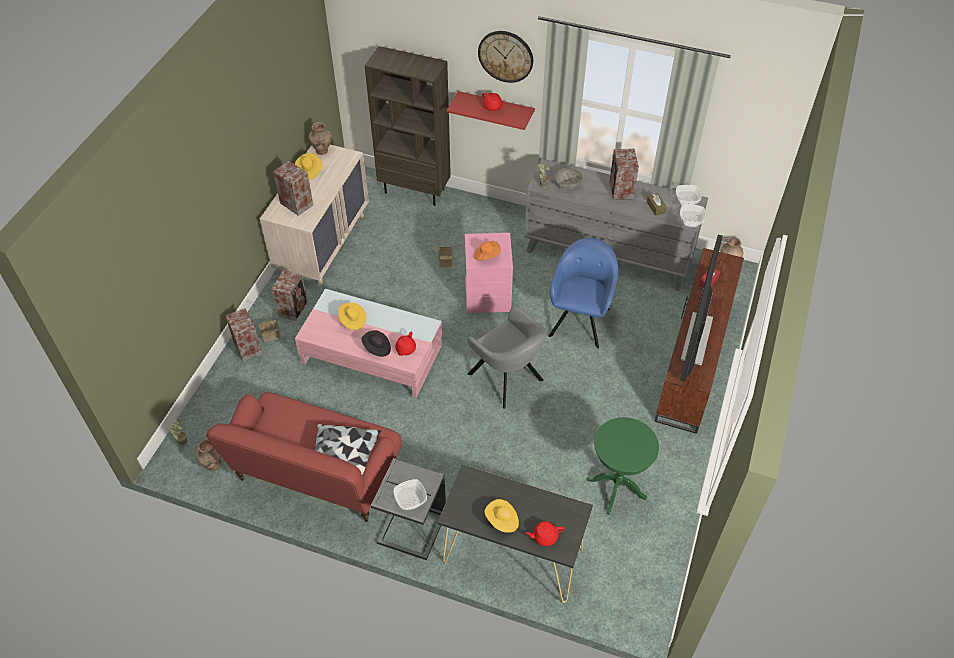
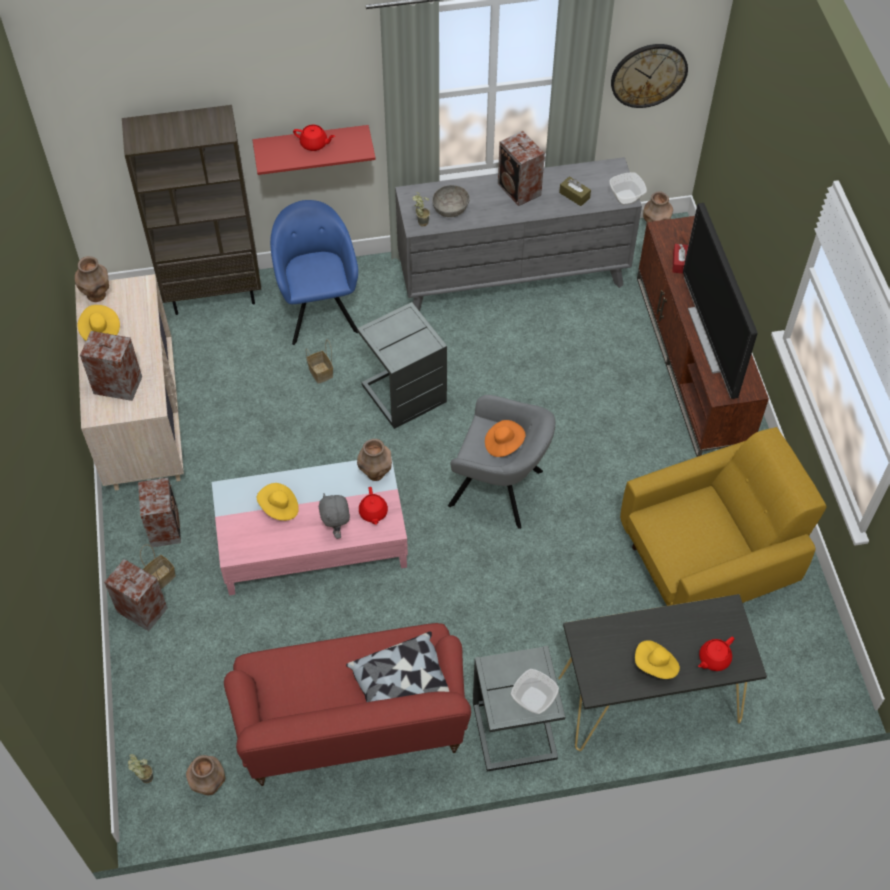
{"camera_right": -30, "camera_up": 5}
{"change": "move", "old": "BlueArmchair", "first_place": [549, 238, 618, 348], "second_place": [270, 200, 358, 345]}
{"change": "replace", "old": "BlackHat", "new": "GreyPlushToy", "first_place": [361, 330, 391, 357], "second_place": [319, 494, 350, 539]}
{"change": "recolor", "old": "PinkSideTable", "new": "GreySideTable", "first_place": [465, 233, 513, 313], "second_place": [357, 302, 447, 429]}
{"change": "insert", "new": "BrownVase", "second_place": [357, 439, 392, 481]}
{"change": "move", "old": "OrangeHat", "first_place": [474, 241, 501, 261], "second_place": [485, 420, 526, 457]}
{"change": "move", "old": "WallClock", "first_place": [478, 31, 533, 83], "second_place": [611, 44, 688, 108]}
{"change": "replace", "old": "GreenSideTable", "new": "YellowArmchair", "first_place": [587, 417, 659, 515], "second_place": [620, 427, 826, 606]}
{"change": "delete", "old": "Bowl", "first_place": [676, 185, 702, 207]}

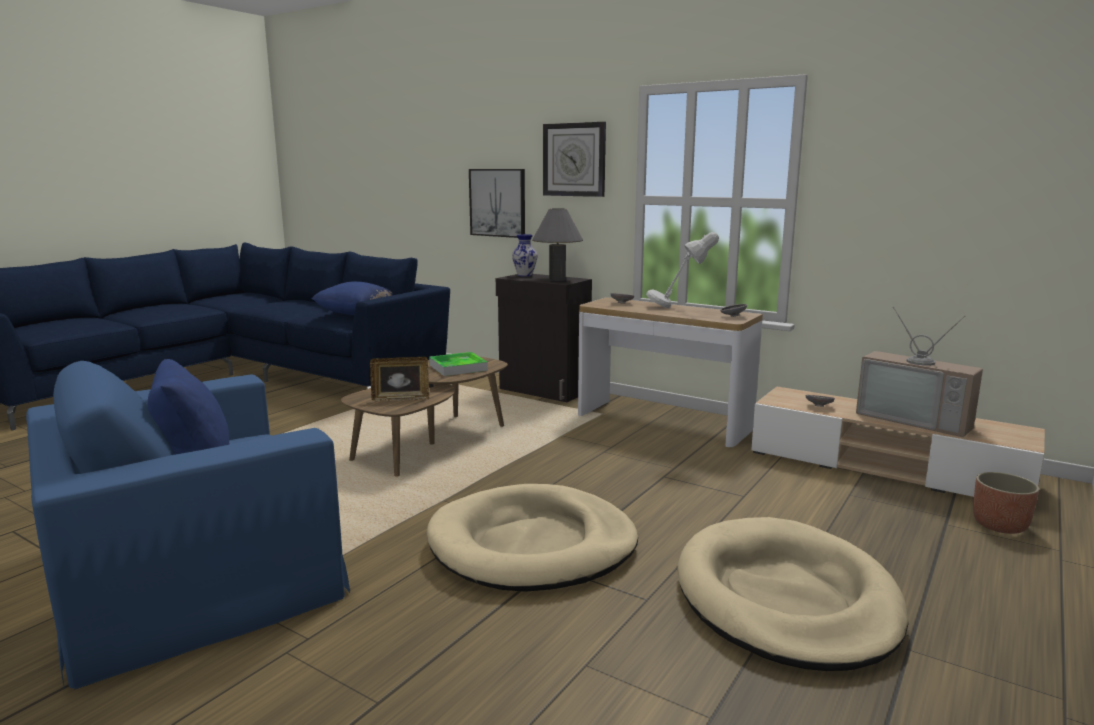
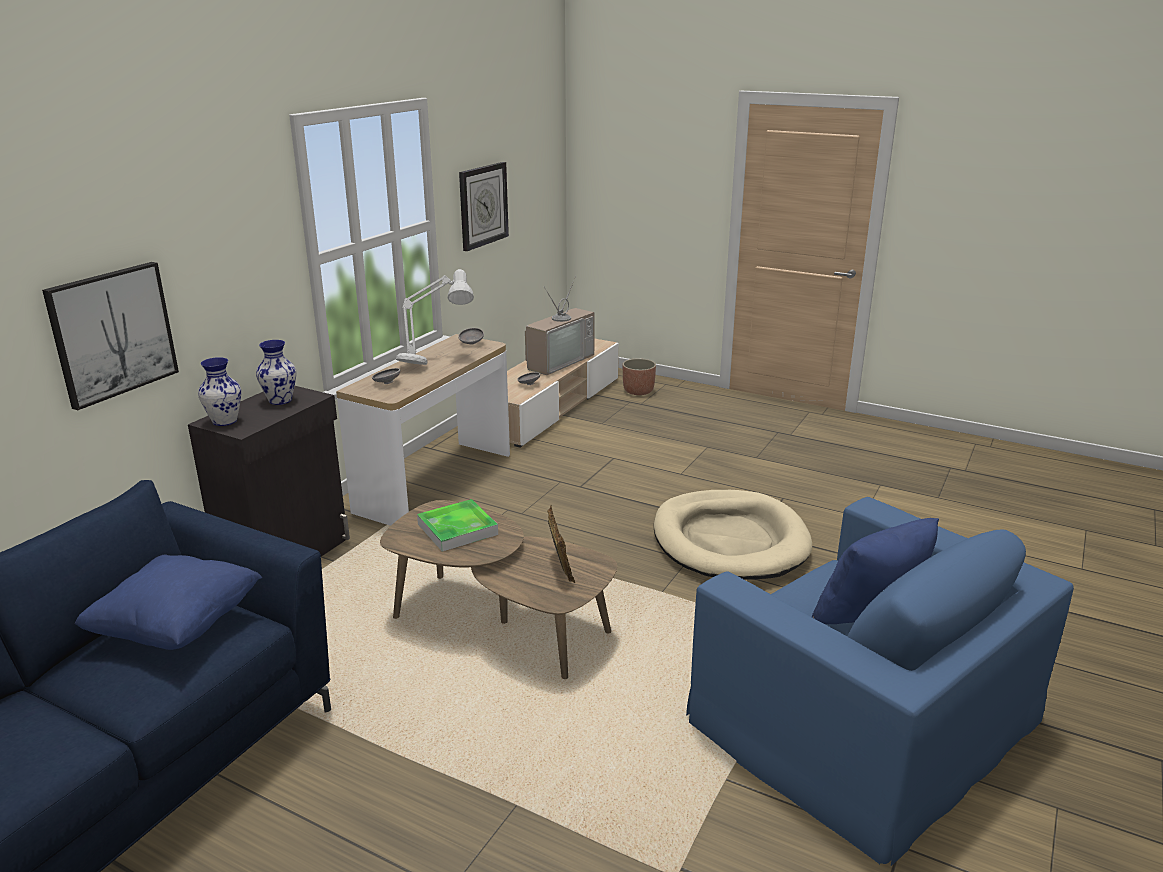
{"camera_right": -95, "camera_up": 10}
{"change": "replace", "old": "GreyTableLamp", "new": "Vase", "first_place": [532, 208, 583, 281], "second_place": [256, 340, 296, 405]}
{"change": "move", "old": "WallClock", "first_place": [543, 122, 606, 197], "second_place": [459, 162, 509, 251]}
{"change": "delete", "old": "BeigeDogBed", "first_place": [677, 517, 909, 671]}

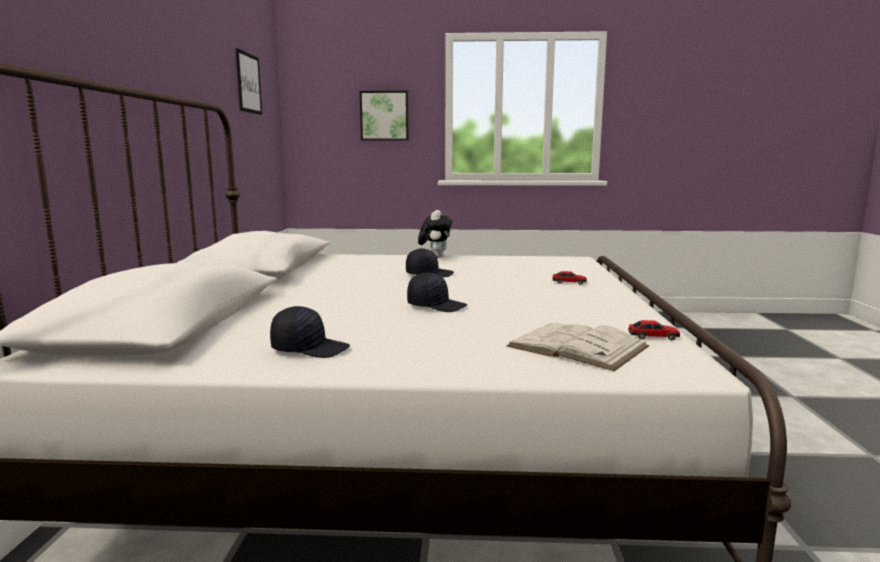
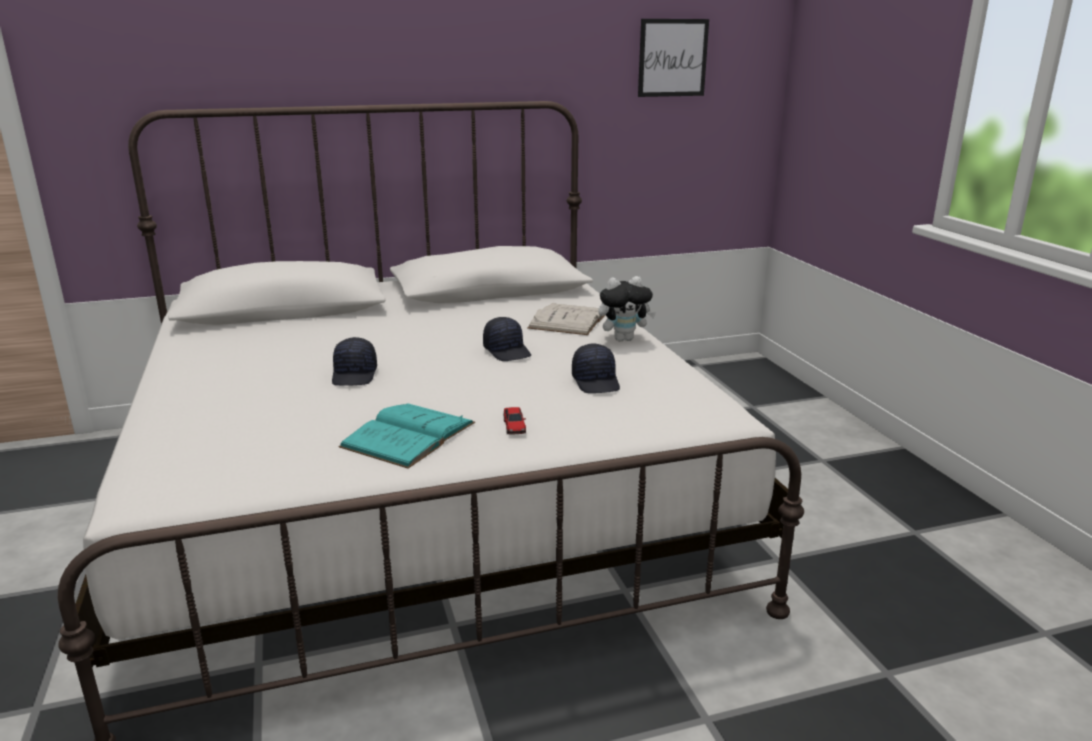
{"camera_right": 70, "camera_up": 10}
{"change": "insert", "new": "TurquoiseBook", "second_place": [339, 403, 475, 468]}
{"change": "move", "old": "WhiteBook", "first_place": [506, 323, 649, 371], "second_place": [528, 303, 605, 335]}
{"change": "move", "old": "BlackCap", "first_place": [270, 306, 350, 358], "second_place": [572, 344, 620, 393]}
{"change": "delete", "old": "Picture", "first_place": [360, 91, 409, 141]}
{"change": "delete", "old": "ToyCar", "first_place": [628, 320, 680, 340]}

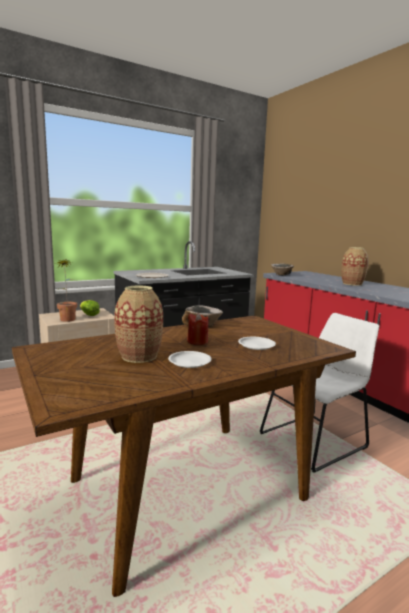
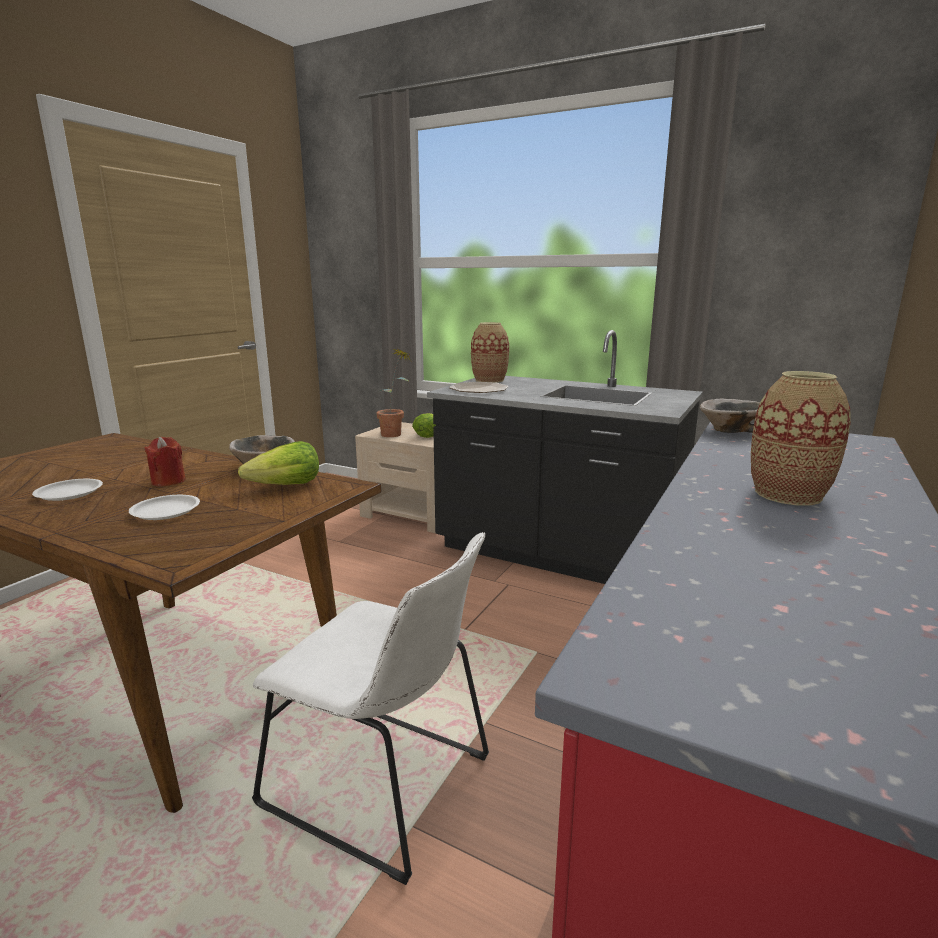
{"camera_right": 60, "camera_up": 5}
{"change": "insert", "new": "Lettuce", "second_place": [238, 441, 319, 485]}
{"change": "move", "old": "Vase", "first_place": [114, 285, 163, 363], "second_place": [471, 322, 509, 383]}

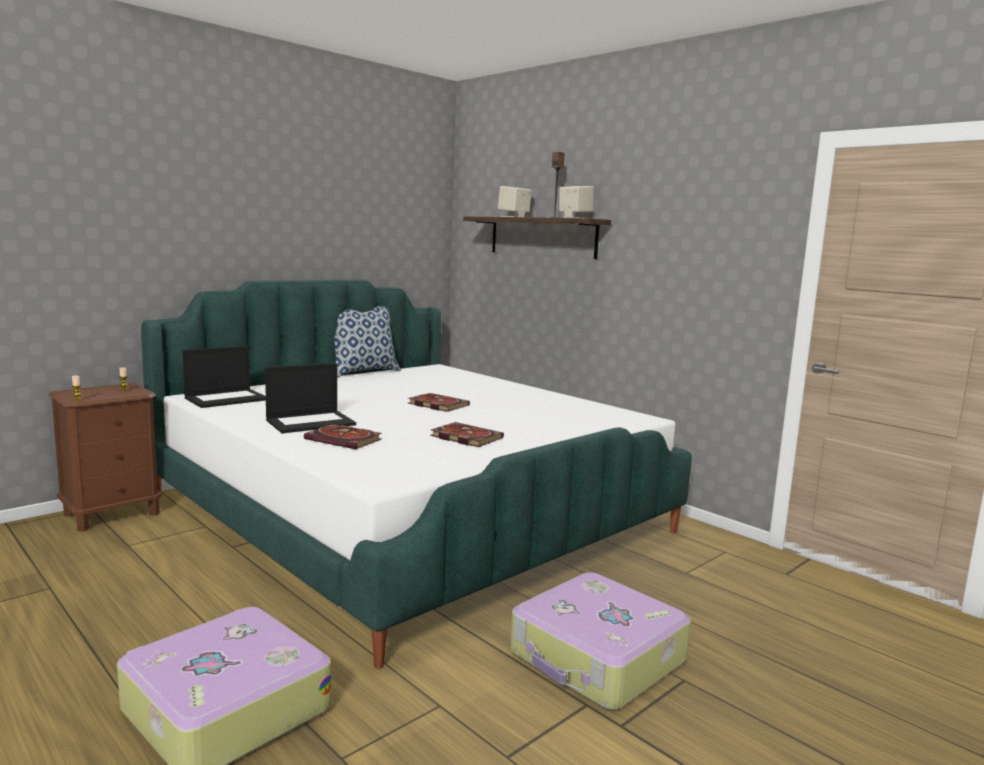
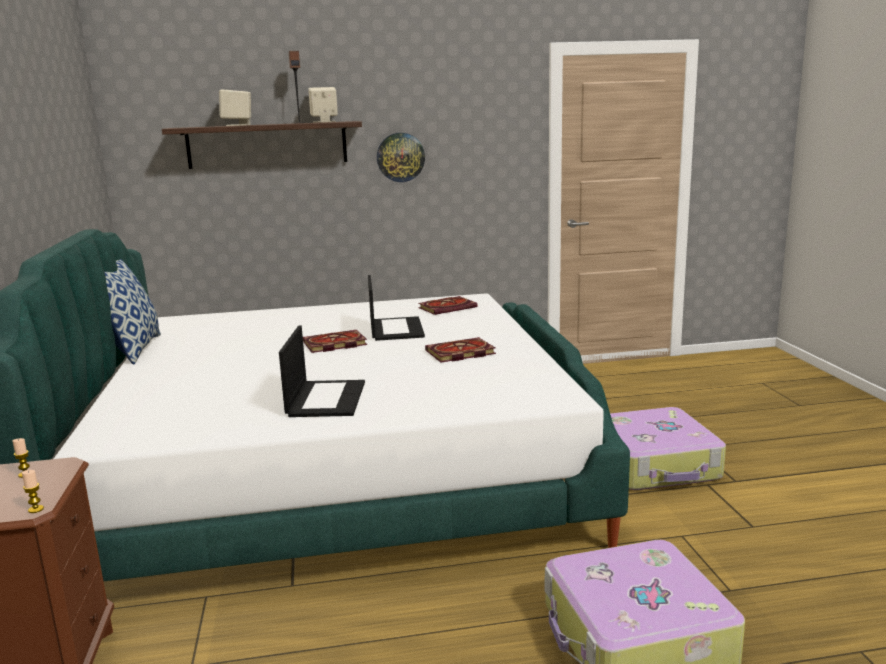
{"camera_right": -55, "camera_up": 5}
{"change": "move", "old": "Laptop", "first_place": [182, 346, 266, 408], "second_place": [368, 275, 425, 341]}
{"change": "insert", "new": "WallClock", "second_place": [377, 133, 425, 182]}
{"change": "move", "old": "Book", "first_place": [304, 424, 382, 449], "second_place": [419, 296, 477, 315]}

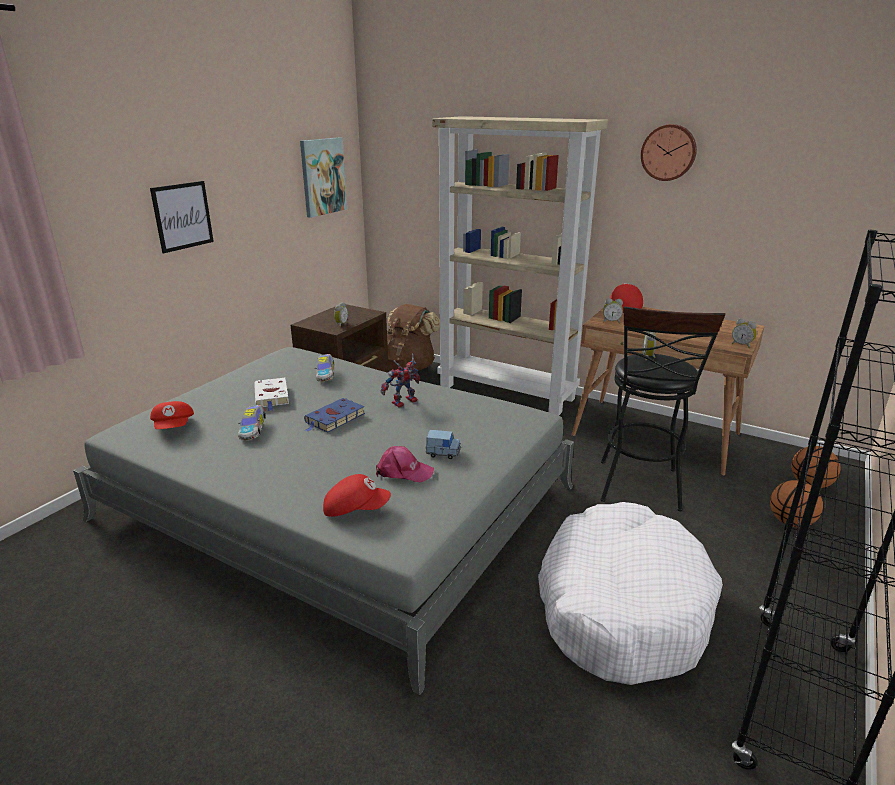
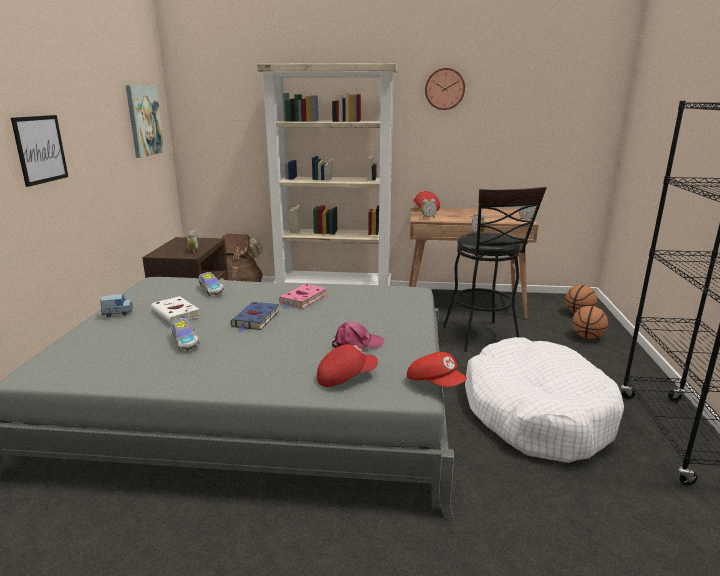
{"camera_right": -25, "camera_up": -5}
{"change": "move", "old": "BlueToyCar", "first_place": [425, 430, 461, 459], "second_place": [100, 294, 133, 317]}
{"change": "replace", "old": "ToyRobot", "new": "PinkBook", "first_place": [380, 354, 420, 408], "second_place": [279, 284, 327, 309]}
{"change": "move", "old": "RedCap", "first_place": [150, 401, 194, 429], "second_place": [407, 352, 467, 387]}

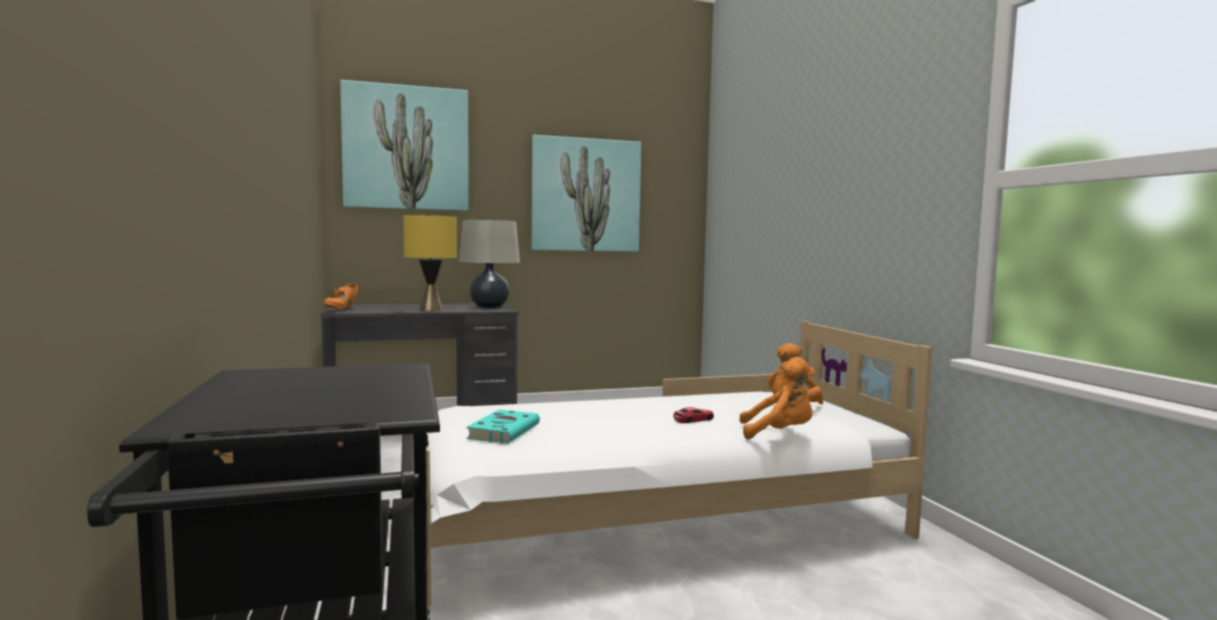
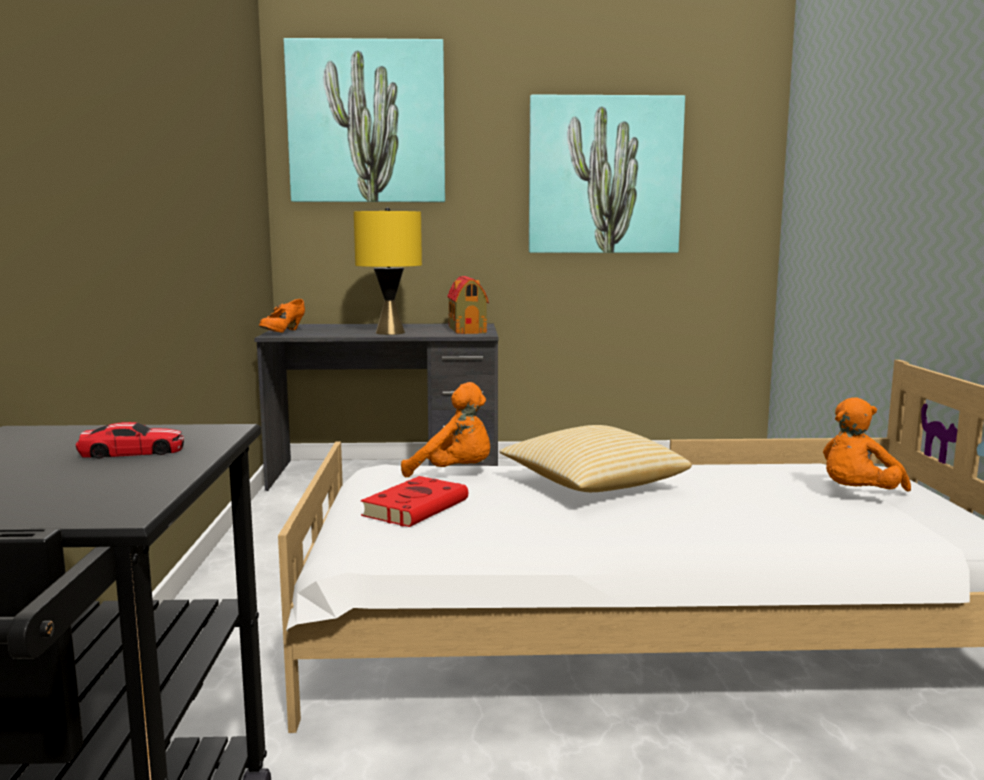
{"camera_right": 15, "camera_up": 5}
{"change": "move", "old": "ToyCar", "first_place": [673, 407, 714, 423], "second_place": [76, 422, 184, 459]}
{"change": "recolor", "old": "TurquoiseBook", "new": "RedBook", "first_place": [466, 410, 540, 444], "second_place": [361, 476, 468, 527]}
{"change": "move", "old": "OrangePlushToy", "first_place": [739, 357, 815, 439], "second_place": [401, 382, 490, 477]}
{"change": "replace", "old": "BeigeTableLamp", "new": "ToyHouse", "first_place": [459, 220, 520, 308], "second_place": [447, 276, 489, 334]}
{"change": "insert", "new": "Pillow", "second_place": [500, 425, 692, 492]}

